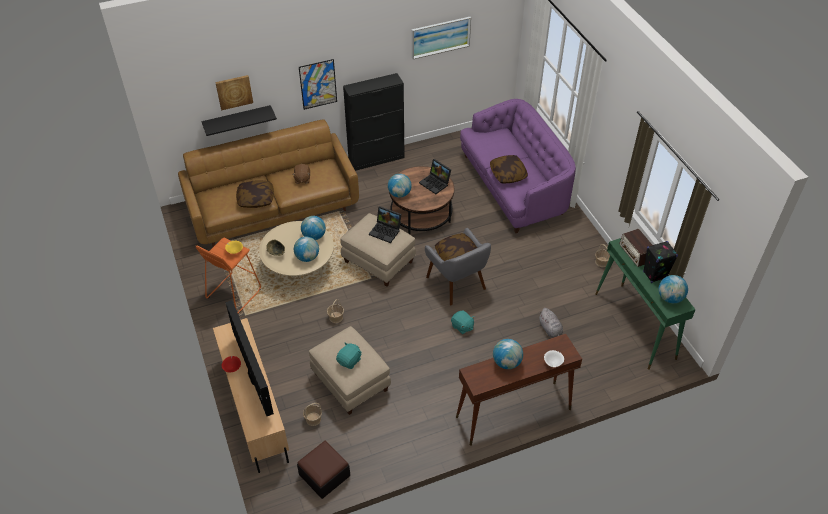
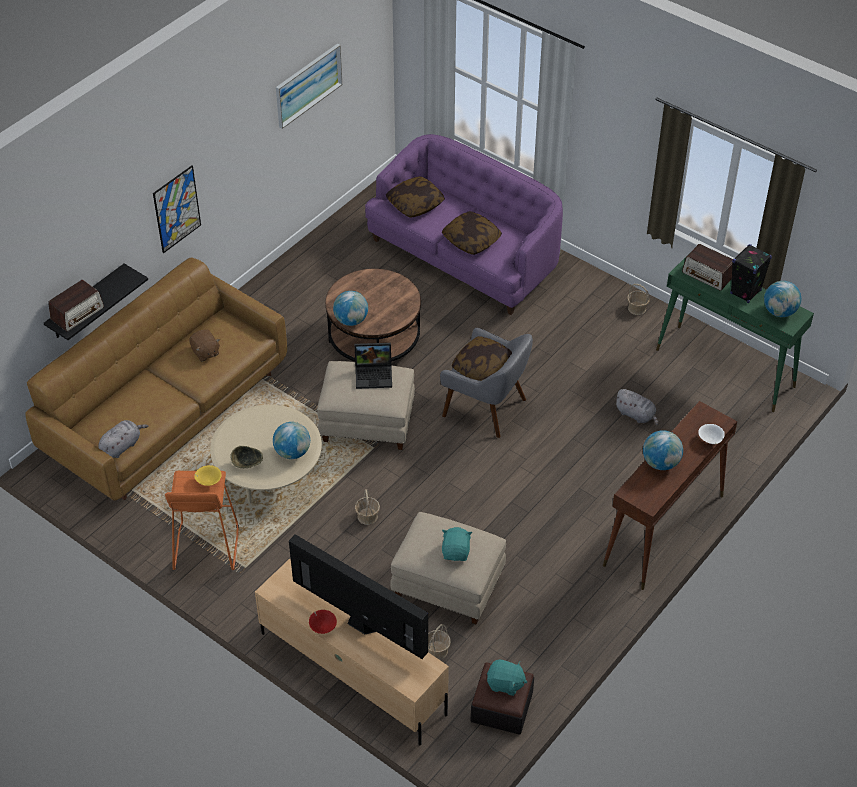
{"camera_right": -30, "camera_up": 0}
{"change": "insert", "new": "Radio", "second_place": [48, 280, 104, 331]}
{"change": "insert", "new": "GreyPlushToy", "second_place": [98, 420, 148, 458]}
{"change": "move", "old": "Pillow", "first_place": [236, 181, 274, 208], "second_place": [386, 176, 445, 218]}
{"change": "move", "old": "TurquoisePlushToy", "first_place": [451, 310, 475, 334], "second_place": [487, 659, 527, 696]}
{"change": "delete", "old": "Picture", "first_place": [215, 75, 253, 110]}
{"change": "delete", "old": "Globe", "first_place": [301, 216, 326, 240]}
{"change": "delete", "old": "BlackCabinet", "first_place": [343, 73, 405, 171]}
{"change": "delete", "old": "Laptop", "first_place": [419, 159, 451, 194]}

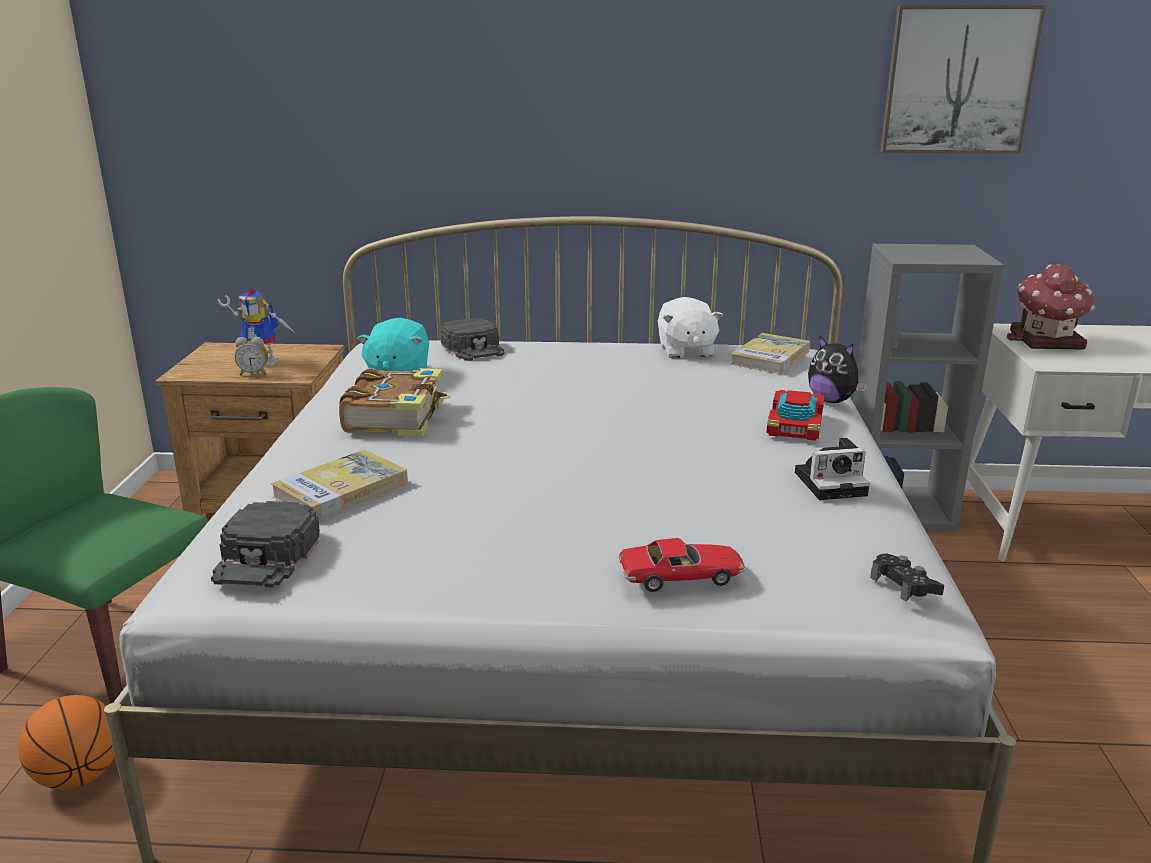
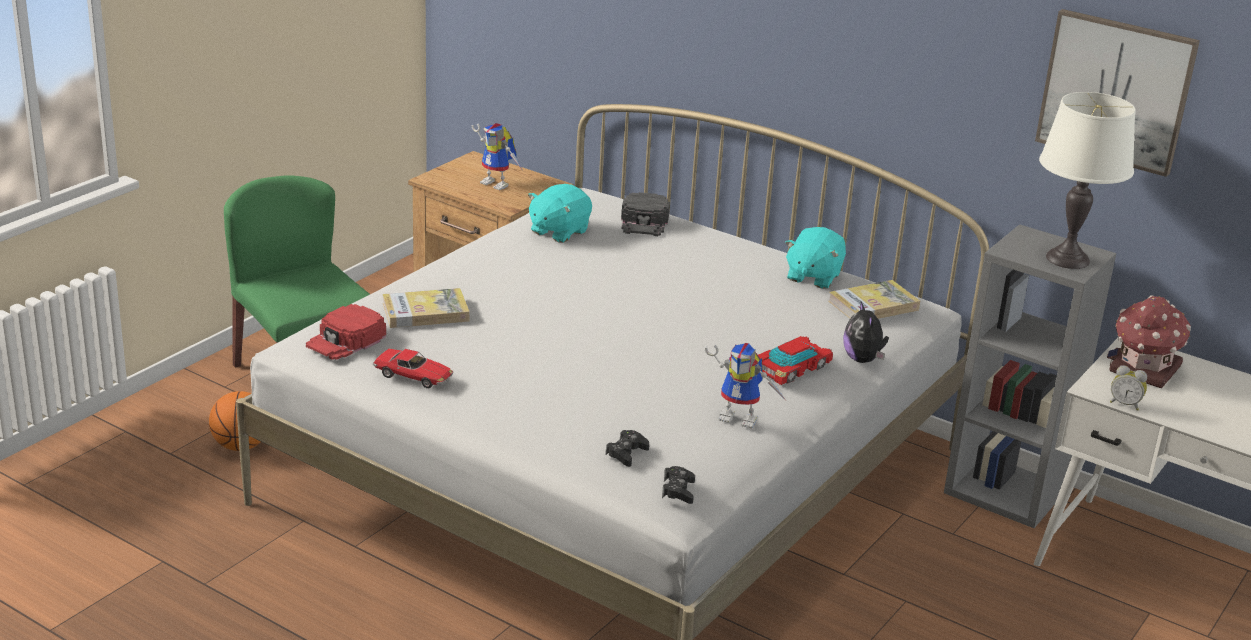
{"camera_right": 30, "camera_up": 5}
{"change": "recolor", "old": "BlackCap", "new": "RedCap", "first_place": [211, 501, 320, 588], "second_place": [306, 304, 386, 360]}
{"change": "move", "old": "ToyCar", "first_place": [619, 538, 746, 592], "second_place": [373, 349, 453, 388]}
{"change": "insert", "new": "BlackGameController", "second_place": [605, 430, 649, 467]}
{"change": "replace", "old": "PhotoCamera", "new": "ToyRobot", "first_place": [795, 438, 870, 500], "second_place": [705, 343, 785, 429]}
{"change": "recolor", "old": "WhitePlushToy", "new": "TurquoisePlushToy", "first_place": [658, 297, 723, 358], "second_place": [785, 227, 846, 289]}
{"change": "insert", "new": "WhiteTableLamp", "second_place": [1039, 92, 1136, 269]}
{"change": "move", "old": "AlarmClock", "first_place": [235, 337, 268, 376], "second_place": [1110, 365, 1147, 410]}
{"change": "delete", "old": "Book", "first_place": [339, 368, 450, 437]}

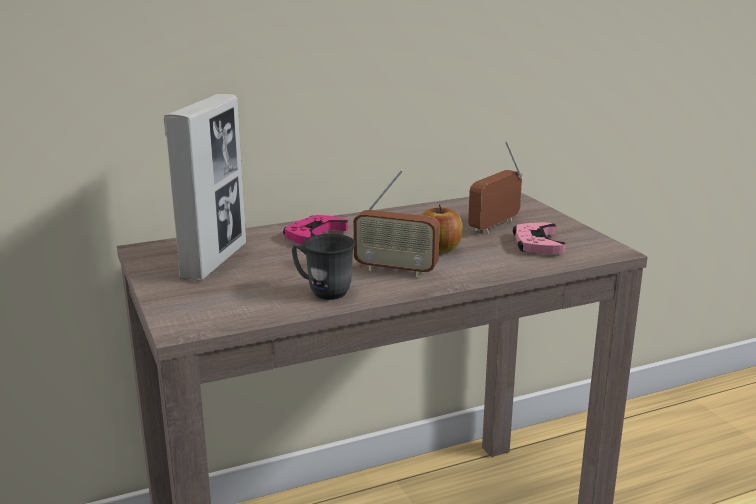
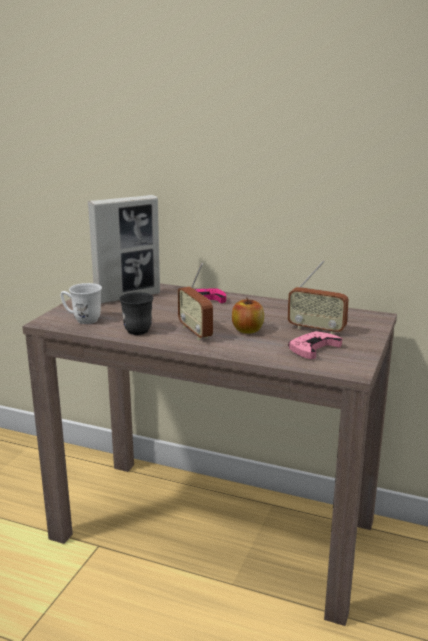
{"camera_right": 45, "camera_up": 0}
{"change": "insert", "new": "WhiteMug", "second_place": [60, 283, 102, 324]}
{"change": "rotate", "old": "Radio", "first_place": [468, 140, 523, 234], "second_place": [287, 260, 349, 335], "degrees": -150}

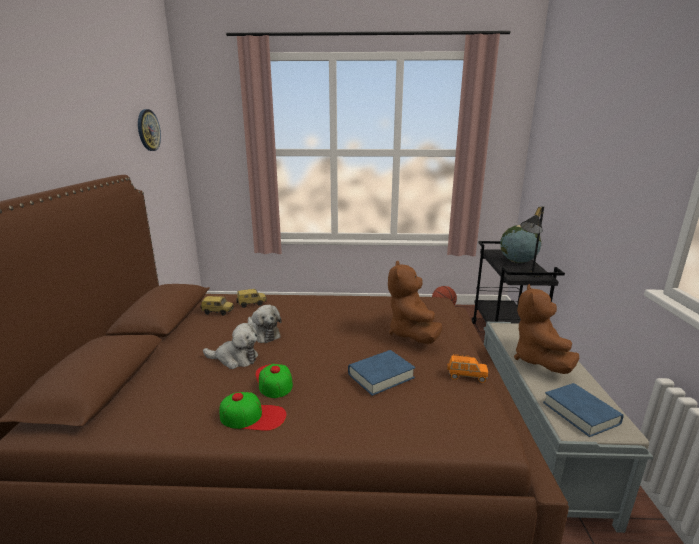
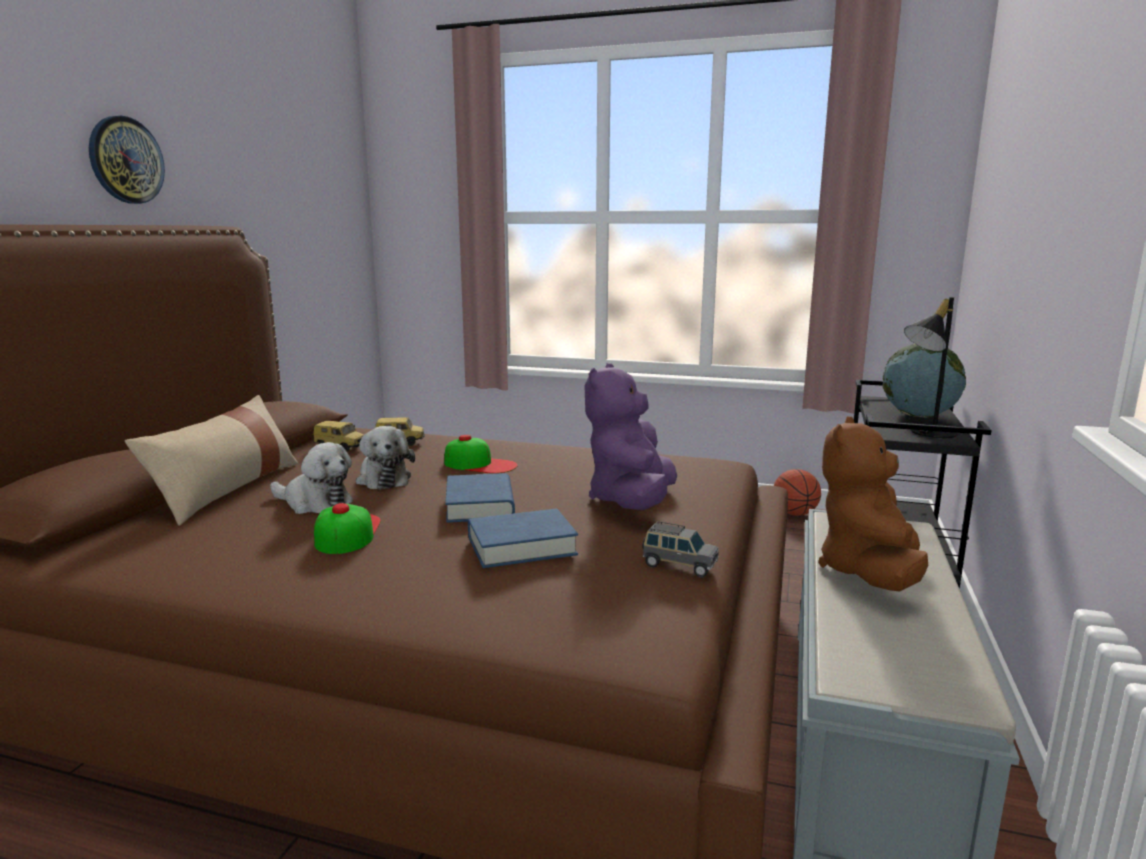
{"camera_right": 15, "camera_up": -5}
{"change": "move", "old": "WallClock", "first_place": [138, 109, 161, 151], "second_place": [89, 116, 165, 204]}
{"change": "insert", "new": "BeigePillow", "second_place": [125, 395, 299, 526]}
{"change": "move", "old": "Cap", "first_place": [220, 392, 287, 431], "second_place": [444, 435, 518, 474]}
{"change": "move", "old": "BlueBook", "first_place": [543, 383, 624, 437], "second_place": [445, 473, 515, 523]}
{"change": "recolor", "old": "BrownPlushToy", "new": "PurplePlushToy", "first_place": [388, 261, 442, 344], "second_place": [584, 363, 677, 510]}
{"change": "recolor", "old": "OrangeToyCar", "new": "GreyToyCar", "first_place": [447, 354, 488, 383], "second_place": [642, 521, 719, 577]}

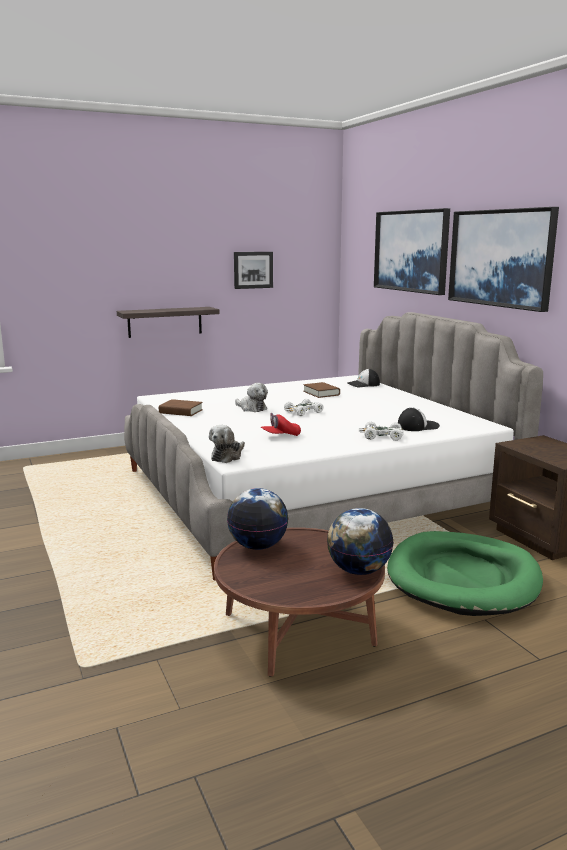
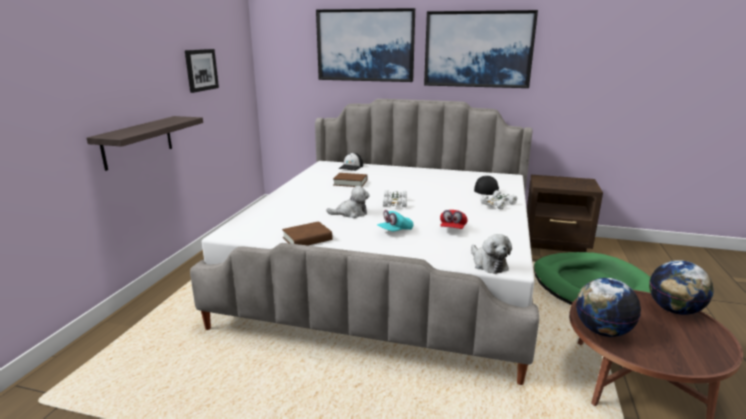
{"camera_right": -50, "camera_up": 5}
{"change": "insert", "new": "TurquoiseCap", "second_place": [377, 210, 413, 231]}

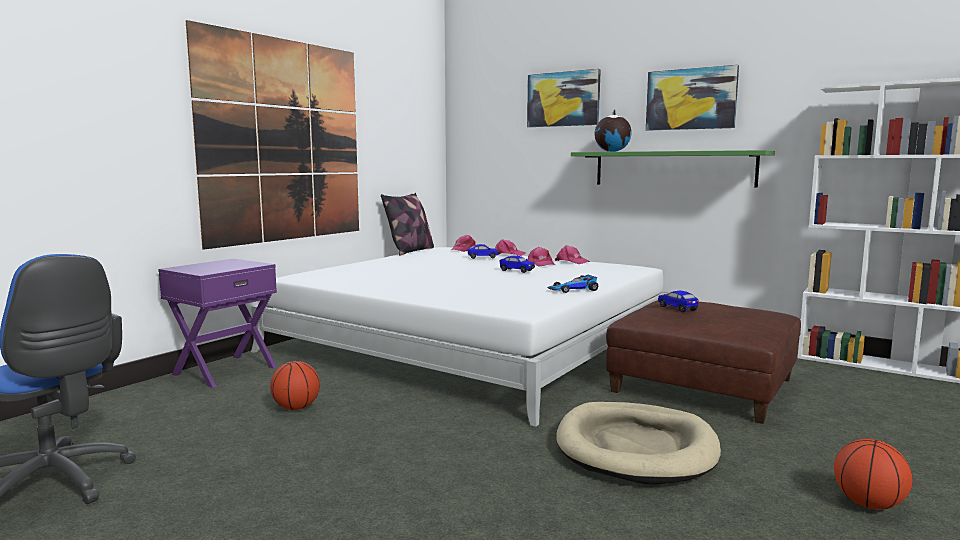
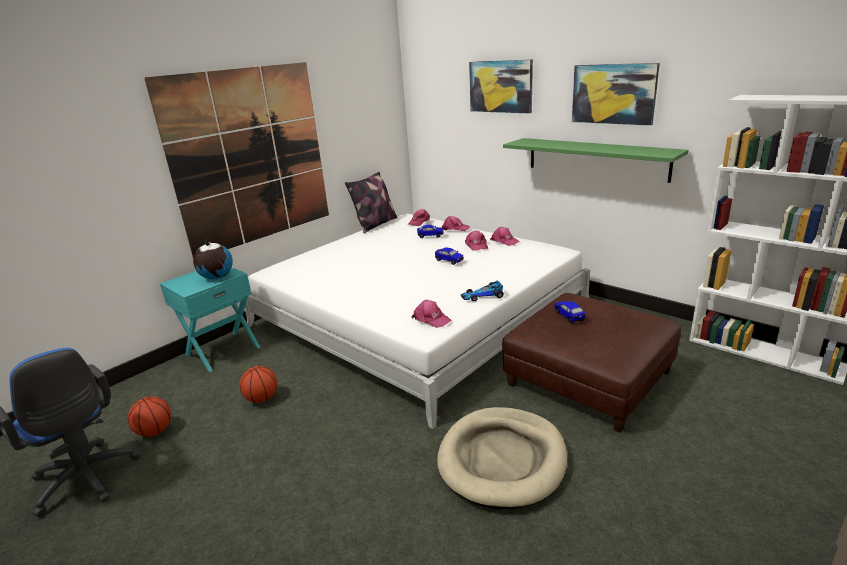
{"camera_right": 10, "camera_up": 15}
{"change": "move", "old": "Basketball", "first_place": [834, 439, 913, 510], "second_place": [128, 397, 171, 437]}
{"change": "recolor", "old": "PurpleNightstand", "new": "TurquoiseNightstand", "first_place": [158, 259, 277, 388], "second_place": [160, 267, 260, 372]}
{"change": "move", "old": "Globe", "first_place": [594, 109, 632, 152], "second_place": [193, 240, 233, 279]}
{"change": "insert", "new": "PinkCap", "second_place": [411, 300, 452, 328]}

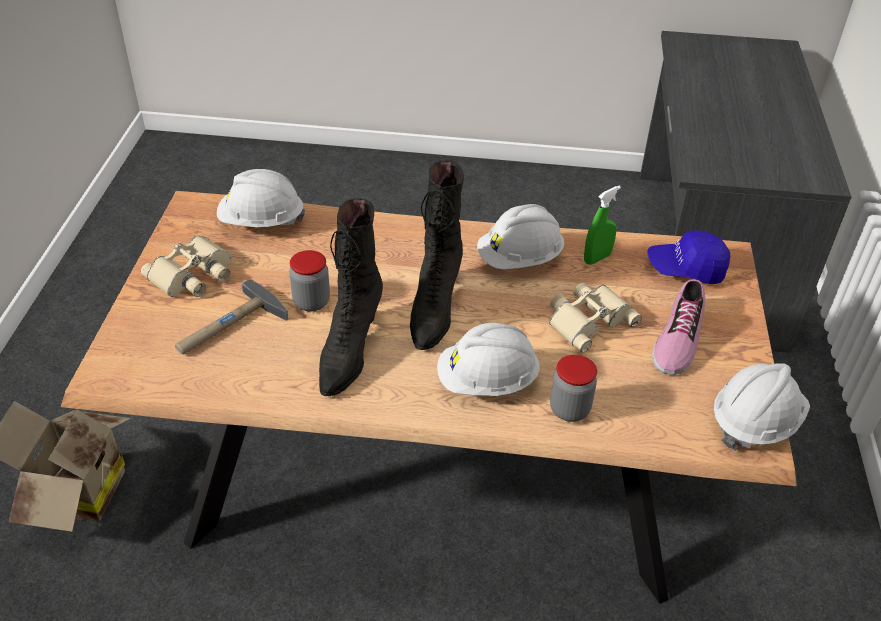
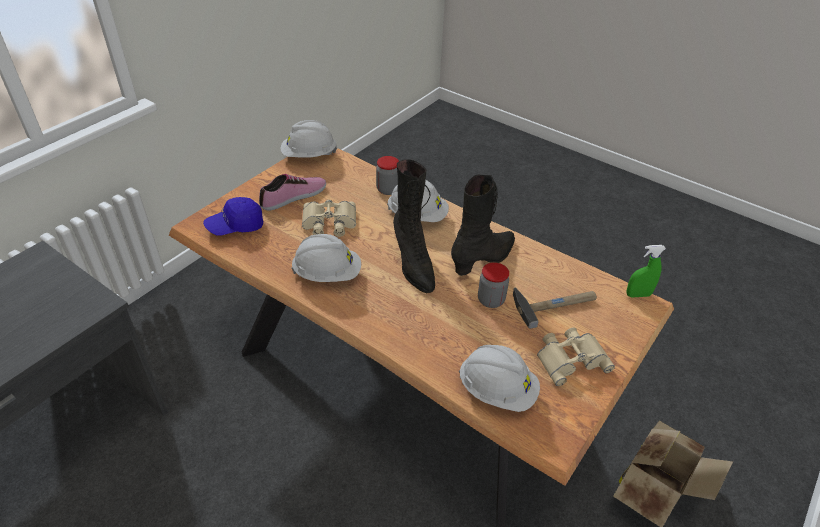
{"camera_right": -150, "camera_up": 0}
{"change": "rotate", "old": "BlueCap", "first_place": [647, 230, 731, 284], "second_place": [203, 197, 263, 236], "degrees": 120}
{"change": "rotate", "old": "BlackBoot", "first_place": [410, 161, 464, 350], "second_place": [393, 159, 435, 293], "degrees": 120}
{"change": "move", "old": "GreenSprayBottle", "first_place": [584, 185, 621, 265], "second_place": [626, 245, 666, 297]}

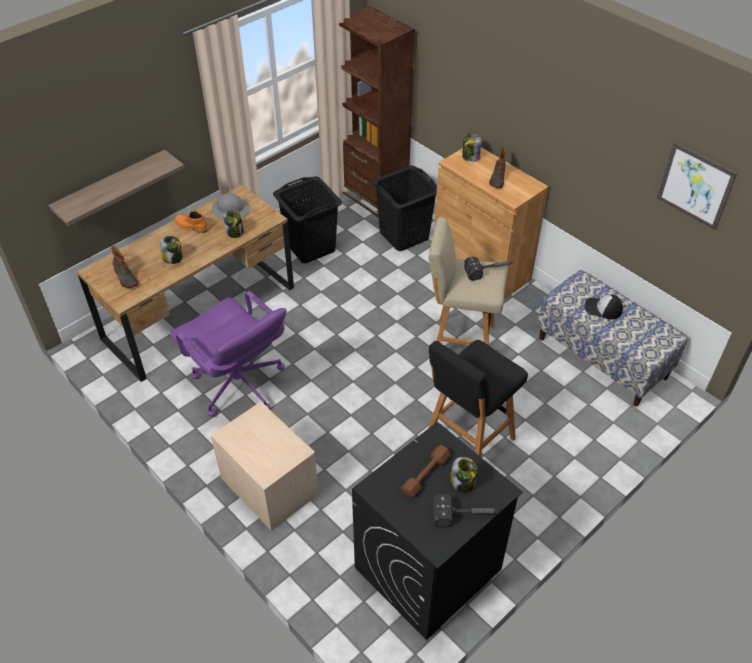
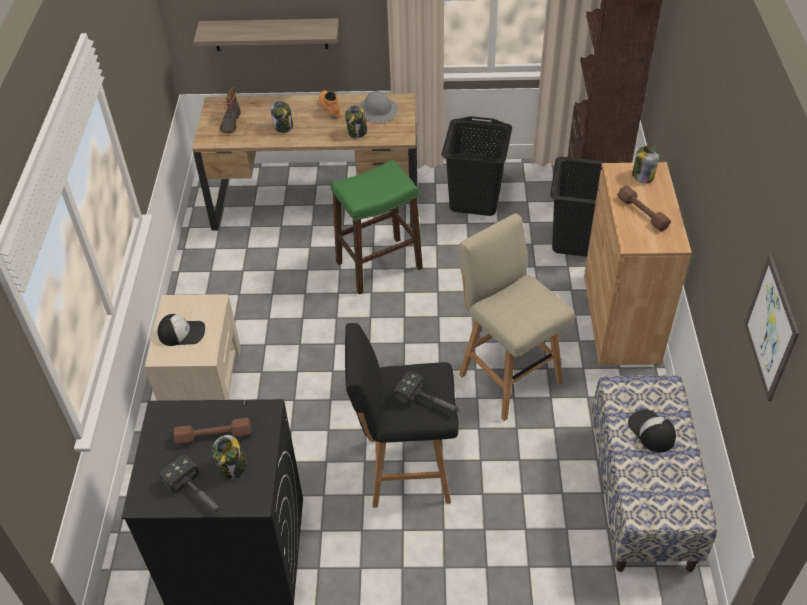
{"camera_right": 45, "camera_up": 0}
{"change": "insert", "new": "Cap", "second_place": [158, 314, 205, 346]}
{"change": "insert", "new": "GreenStool", "second_place": [331, 160, 423, 294]}
{"change": "move", "old": "Hammer", "first_place": [464, 257, 514, 280], "second_place": [394, 371, 461, 412]}
{"change": "replace", "old": "Boot", "new": "BrownDumbbell", "first_place": [489, 147, 506, 188], "second_place": [617, 185, 671, 231]}
{"change": "delete", "old": "PurpleOfficeChair", "first_place": [170, 291, 287, 417]}

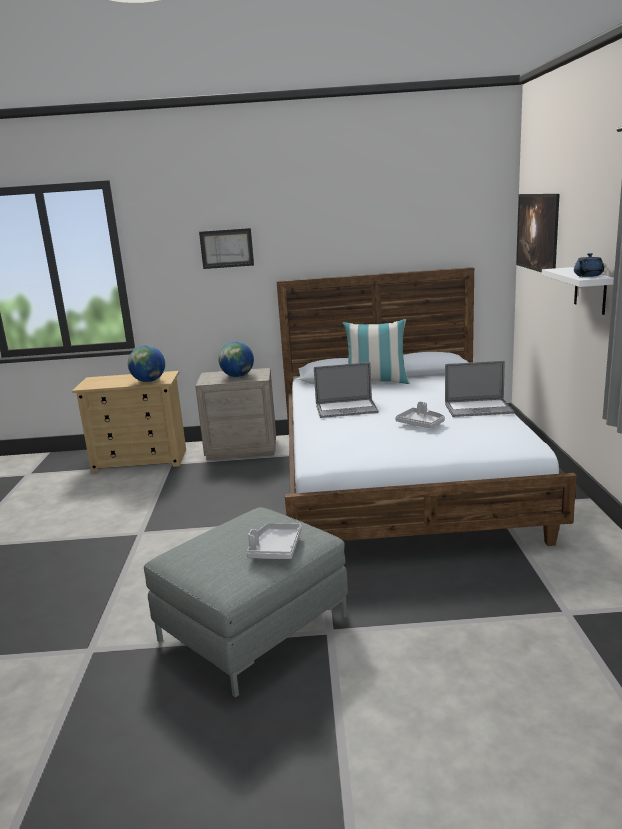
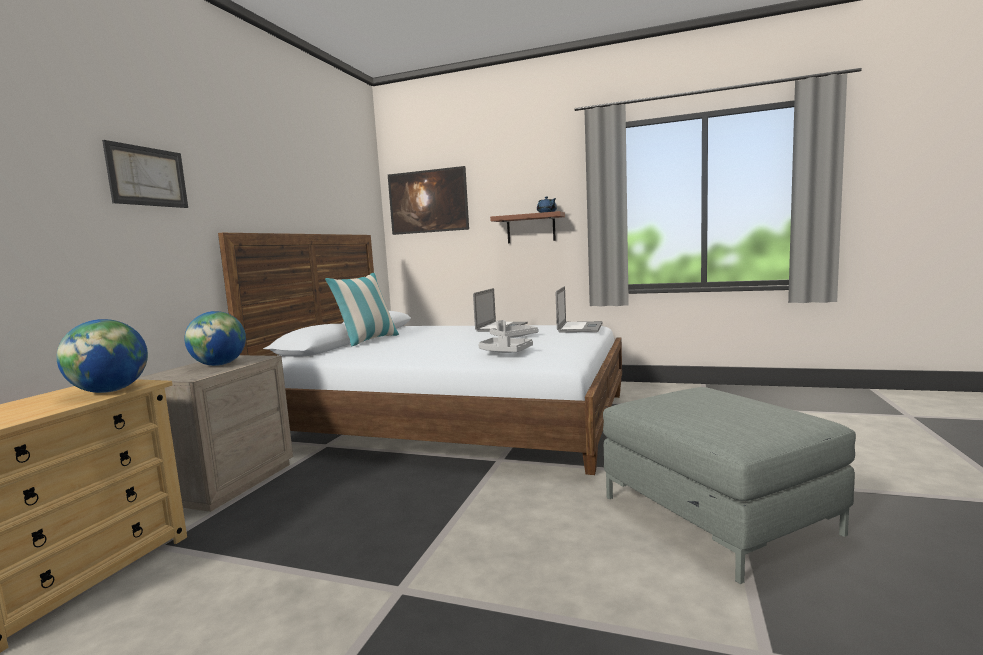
{"camera_right": -70, "camera_up": -10}
{"change": "move", "old": "GreyTray", "first_place": [247, 523, 302, 559], "second_place": [478, 336, 533, 353]}
{"change": "recolor", "old": "WhiteShelf", "new": "BrownShelf", "first_place": [542, 267, 614, 315], "second_place": [490, 211, 565, 243]}
{"change": "move", "old": "Laptop", "first_place": [314, 362, 379, 418], "second_place": [556, 286, 603, 333]}

